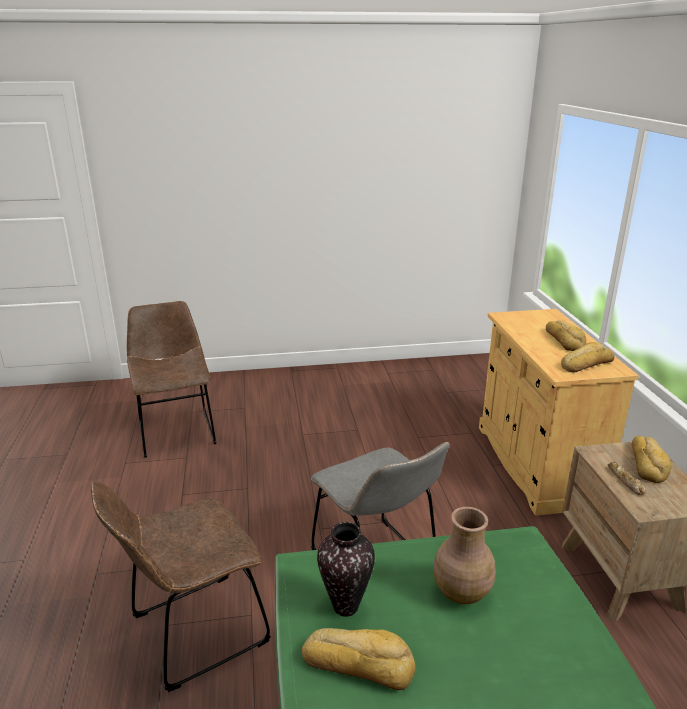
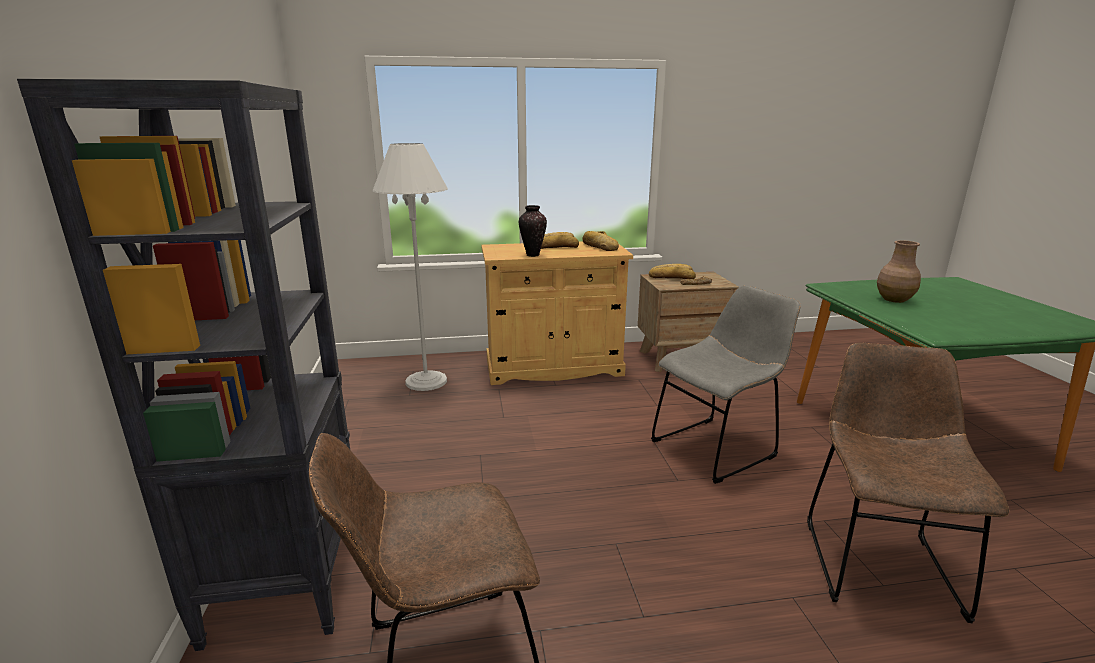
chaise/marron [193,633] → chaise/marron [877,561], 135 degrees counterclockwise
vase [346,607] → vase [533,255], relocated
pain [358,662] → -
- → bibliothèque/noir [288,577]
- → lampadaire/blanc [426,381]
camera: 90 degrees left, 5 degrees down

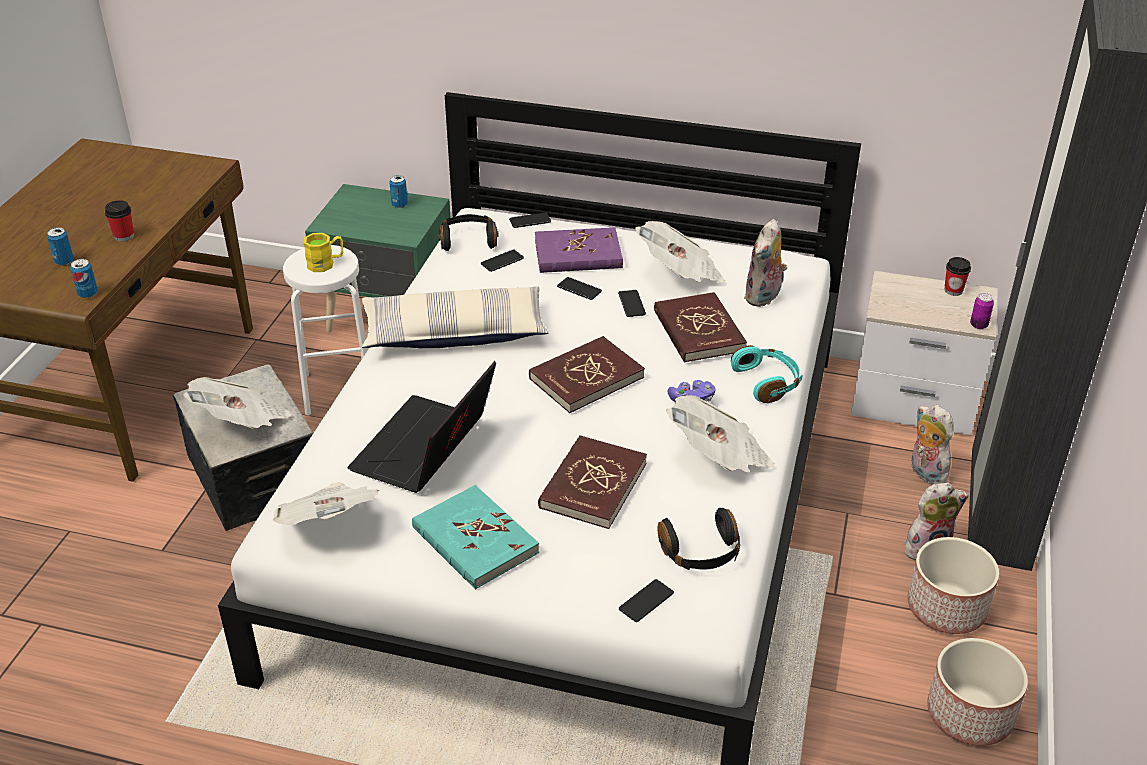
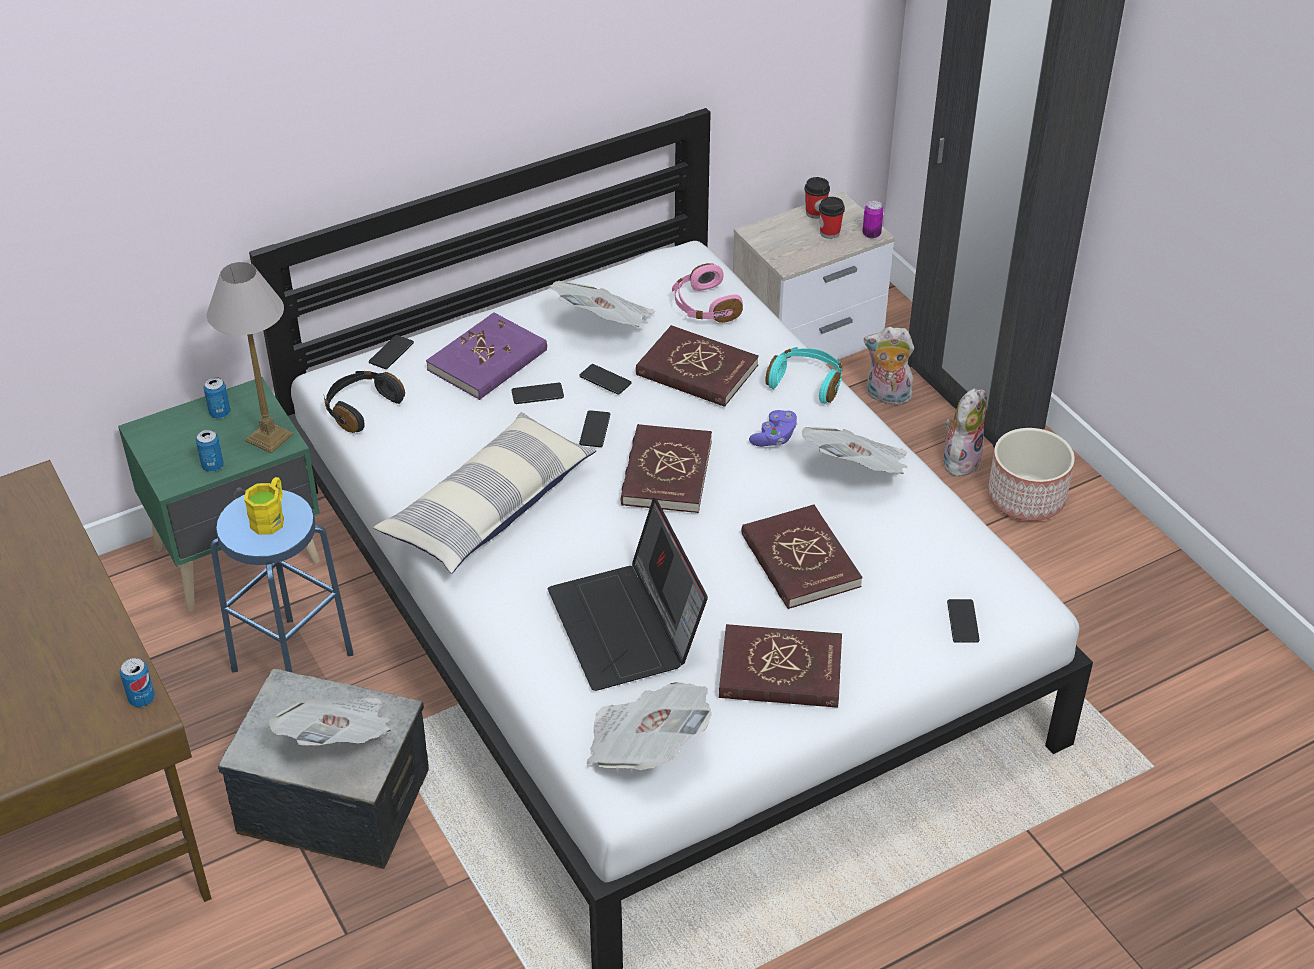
tasse [124,236] → tasse [829,232], relocated
peluche [764,297] → casque audio/rose [704,306]
boîte métallique [64,261] → boîte métallique [212,466], relocated
tabouret/blanc [338,390] → tabouret/bleu [293,662]
téléphone [502,261] → téléphone [595,429], relocated
livre/turquoise [474,541] → livre/rouge [780,671]
casque audio/noir [701,553] → -
cache-pot [970,715] → -
- → lampe de table [269,438]
camera: 45 degrees left, 5 degrees up

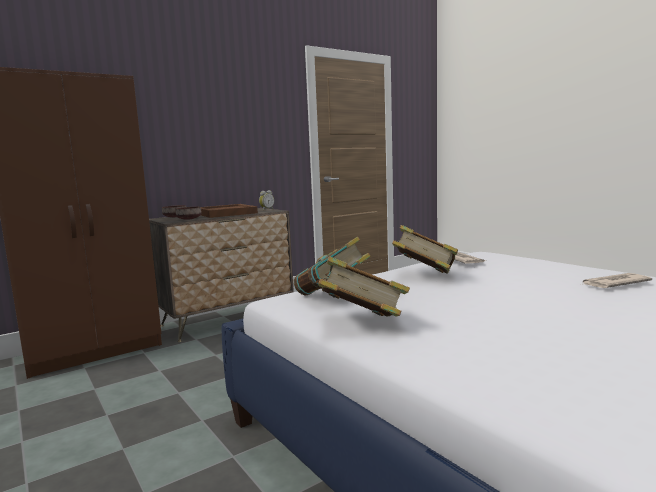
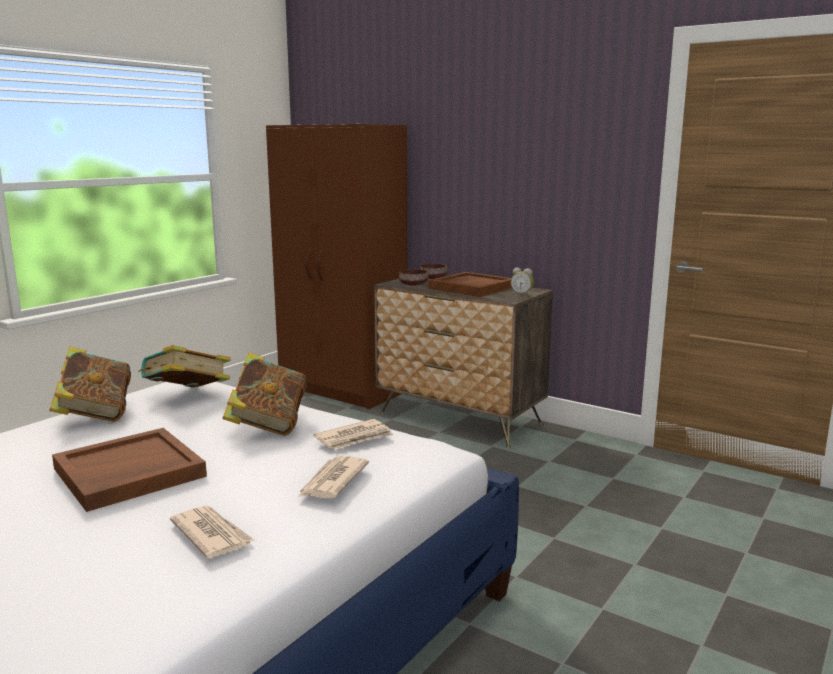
- → plateau/marron [128,473]
- → journal [332,481]
camera: 70 degrees right, 5 degrees up

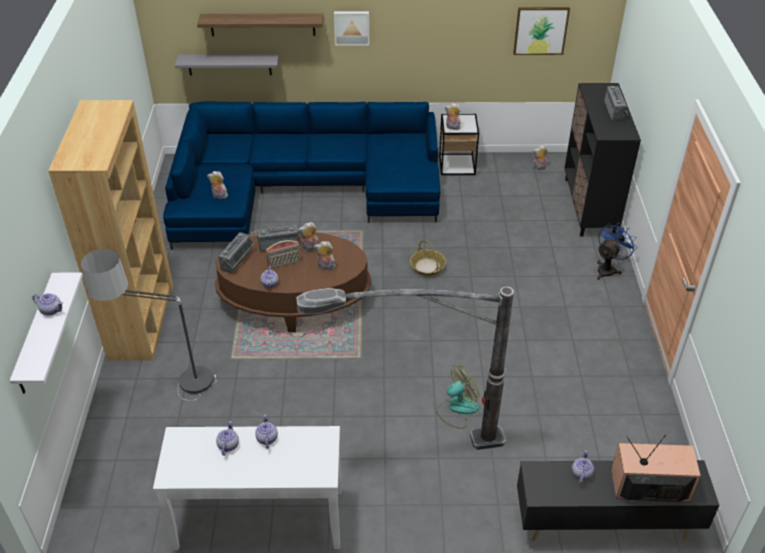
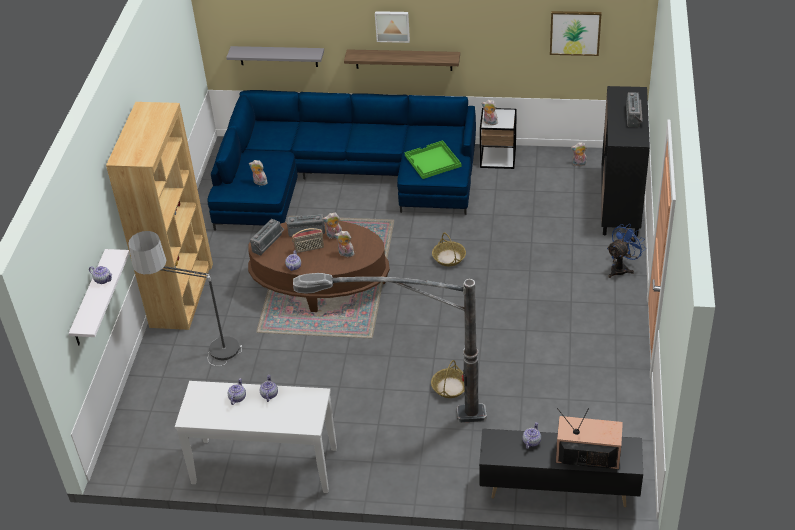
étagère [262,24] → étagère [403,60], relocated
ventilateur [457,409] → panier [450,387]
- → plateau/vert [432,161]
camera: 10 degrees right, 0 degrees up

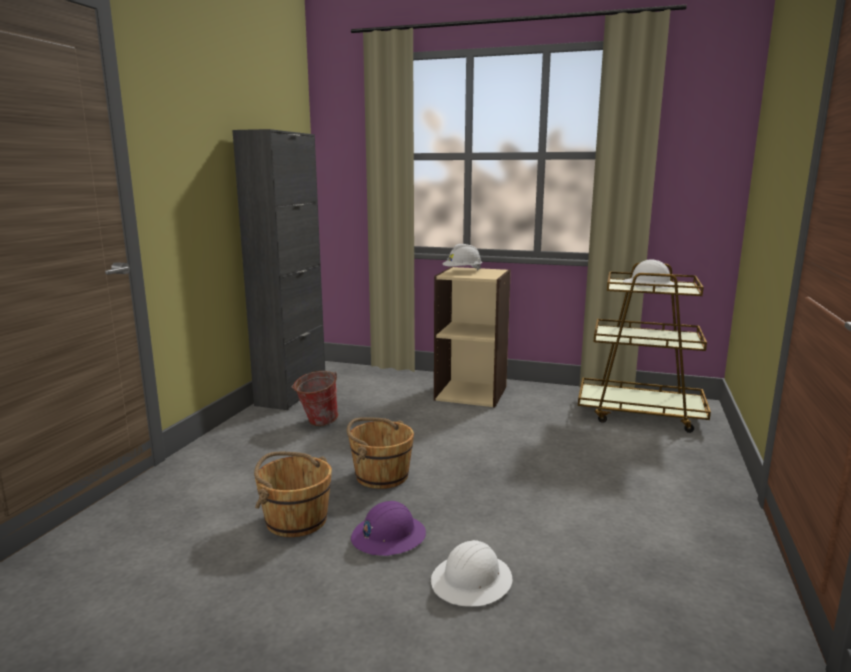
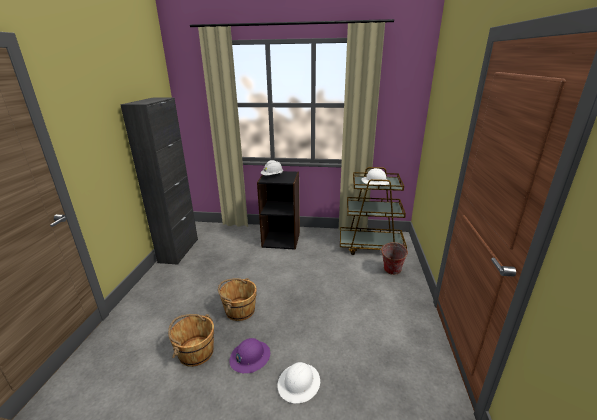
bibliothèque/beige [471,393] → bibliothèque/noir [281,239]
seau [317,423] → seau [390,272], relocated
camera: 10 degrees left, 10 degrees up

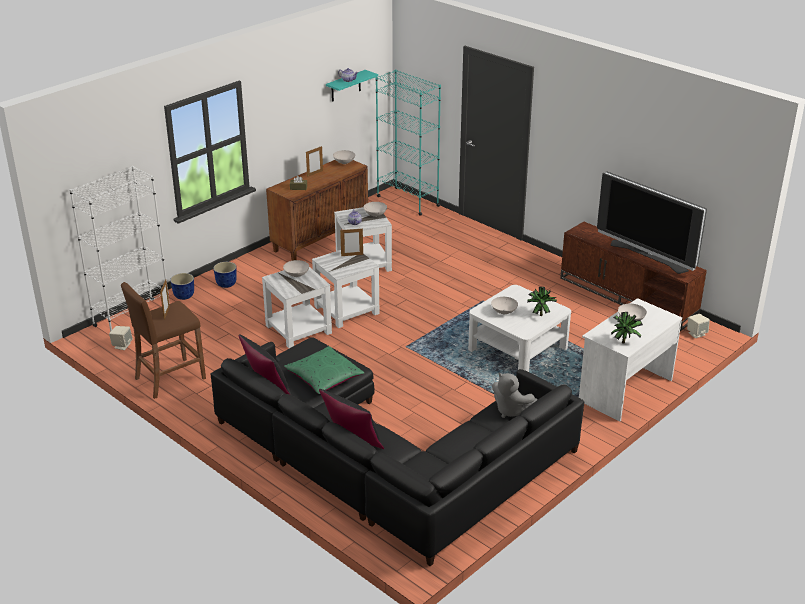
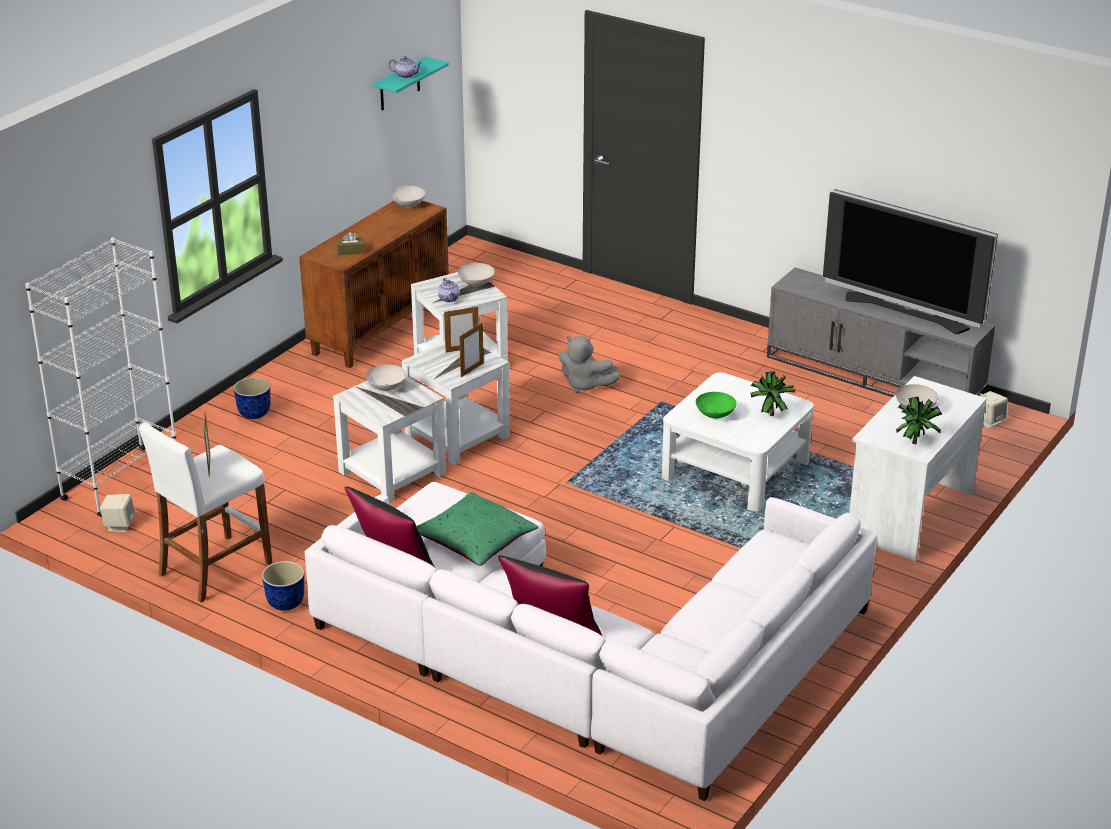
bibliothèque/turquoise [407,201] → -
cadre photo [315,173] → cadre photo [472,370], relocated
meuble télé/marron [628,297] → meuble télé/gris [875,376]
cache-pot [183,296] → cache-pot [285,603], relocated
tabouret/marron [170,378] → tabouret/blanc [214,568]
bol/blanc [504,312] → bol/vert [716,415]
canapé/noir [385,458] → canapé/blanc [588,652]
peluche/gris [511,411] → peluche/gris [585,385], relocated
camera: 10 degrees left, 0 degrees up

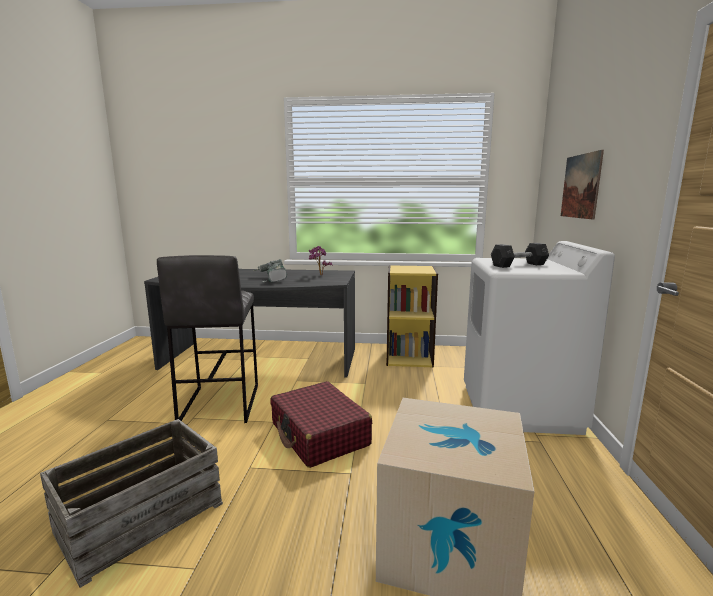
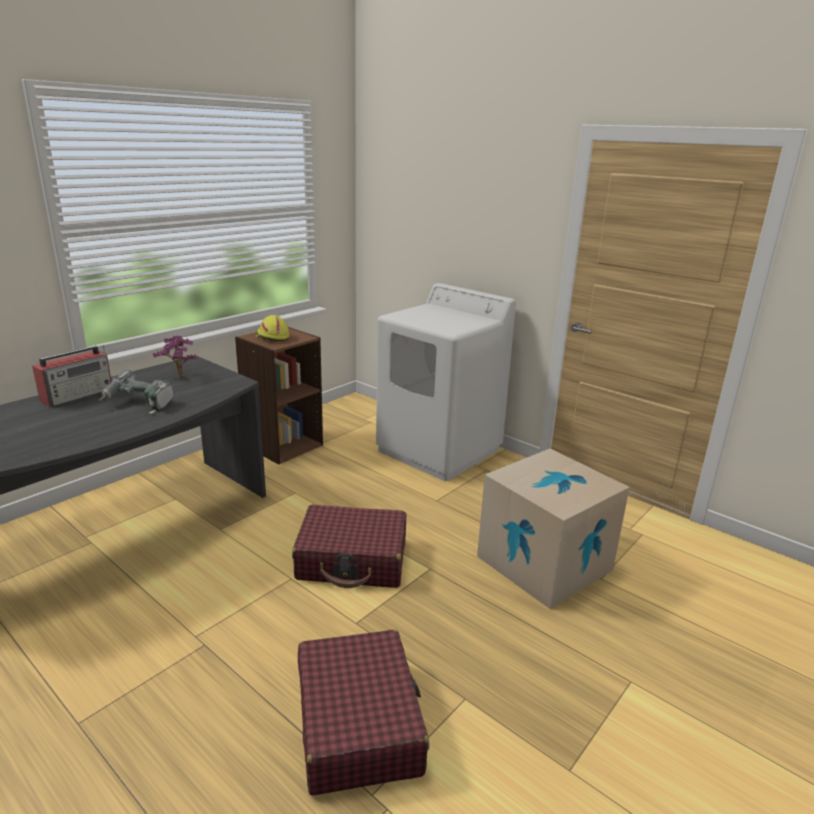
tableau [580,186] → -
haltère/gris [518,265] → -
tabouret/gris [219,404] → -
bibliothèque/jaune [409,357] → bibliothèque/marron [283,445]
caisse [140,516] → valise/rouge [358,722]
- → casque de chantier/jaune [272,337]
- → radio [78,395]
camera: 55 degrees left, 10 degrees up

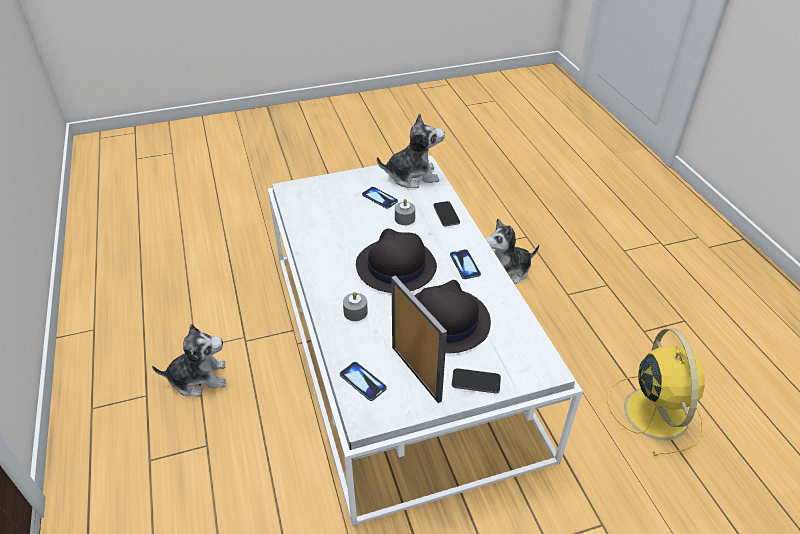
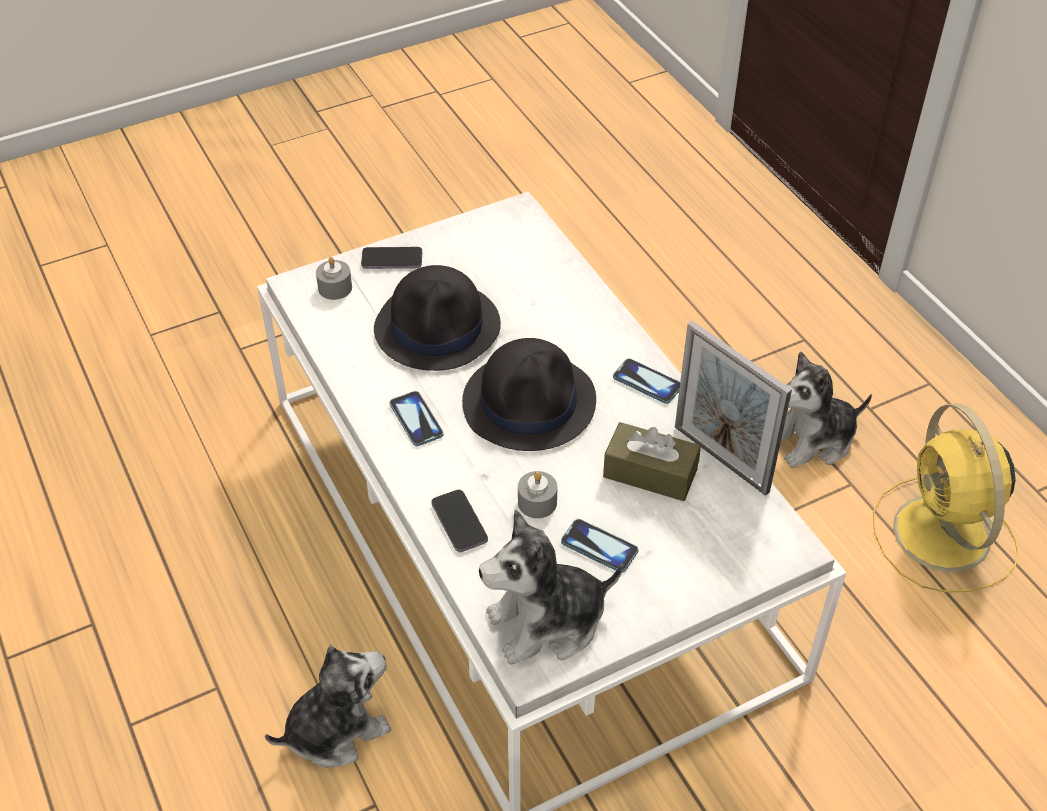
cadre photo [416,373] → cadre photo [721,459], relocated
bougie/gris [355,312] → bougie/gris [335,288], relocated
ventilateur/jaune [654,411] → ventilateur/jaune [943,537], relocated
téléphone [362,382] → téléphone [647,382], relocated
- → boîte à mouchoirs/marron [650,473]
camera: 170 degrees right, 5 degrees up

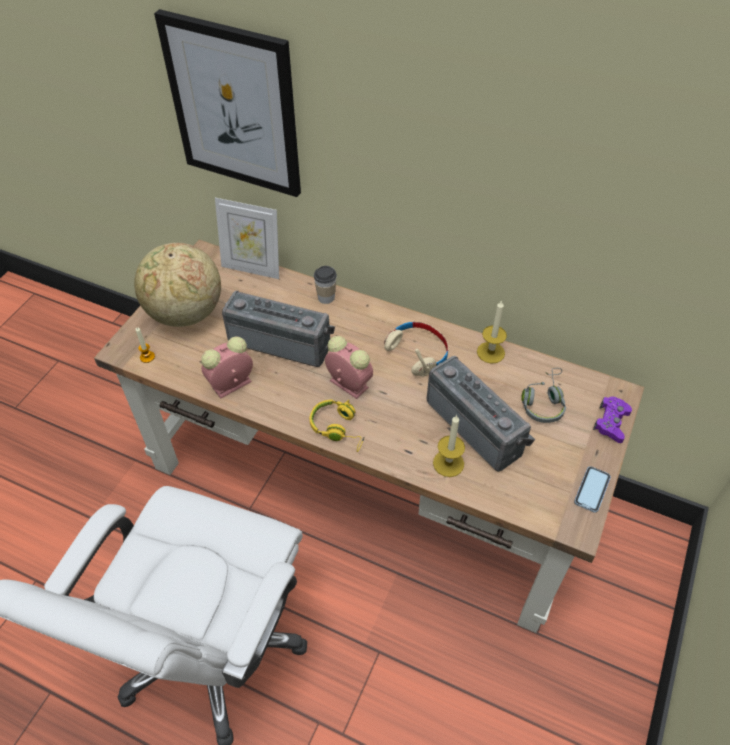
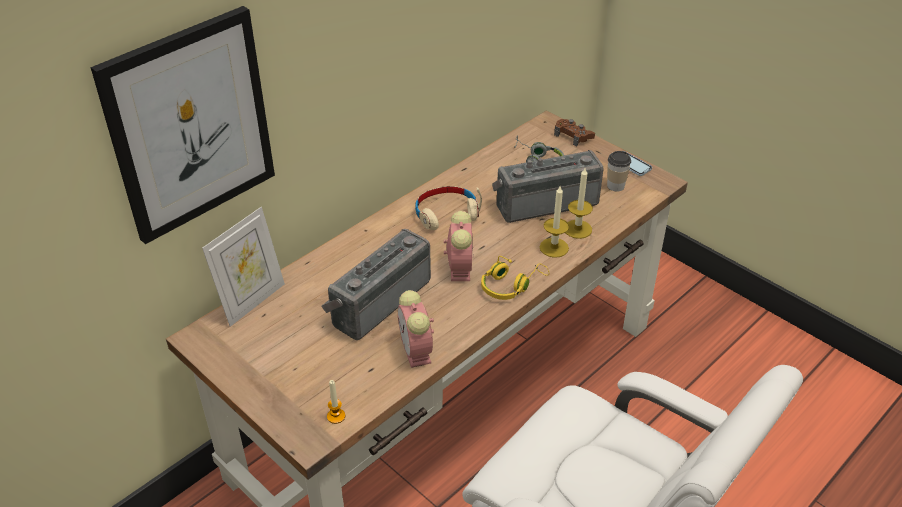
globe [185,313] → -
tasse [326,297] → tasse [615,186], relocated
bougie [490,352] → bougie [554,247], relocated
réveil [347,383] → réveil [459,267], 120 degrees clockwise
manette/violet [611,422] → manette/marron [573,136]
camera: 70 degrees left, 10 degrees down

